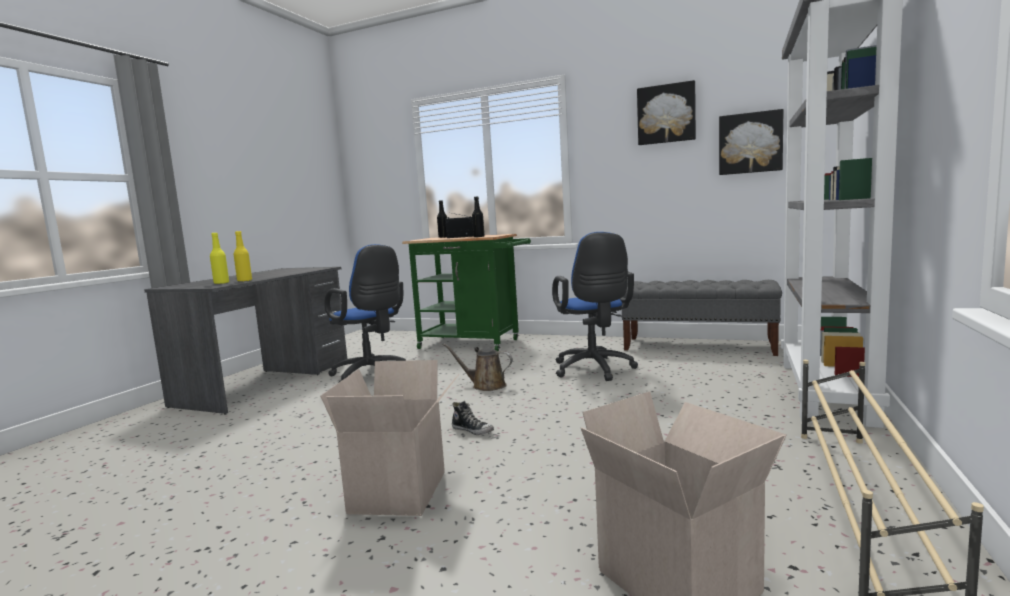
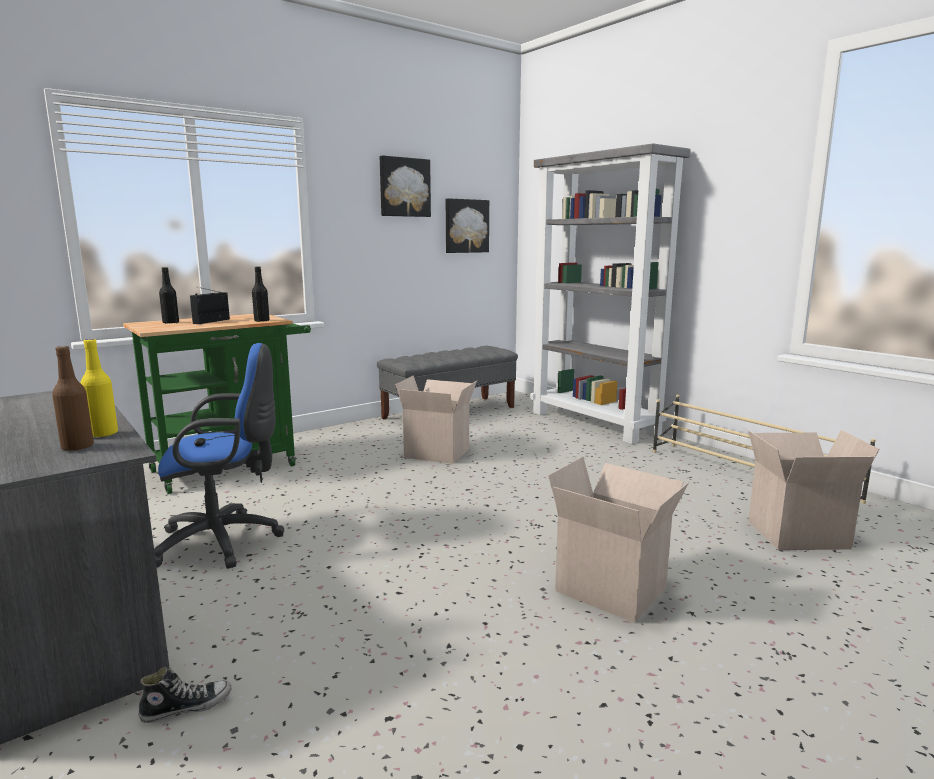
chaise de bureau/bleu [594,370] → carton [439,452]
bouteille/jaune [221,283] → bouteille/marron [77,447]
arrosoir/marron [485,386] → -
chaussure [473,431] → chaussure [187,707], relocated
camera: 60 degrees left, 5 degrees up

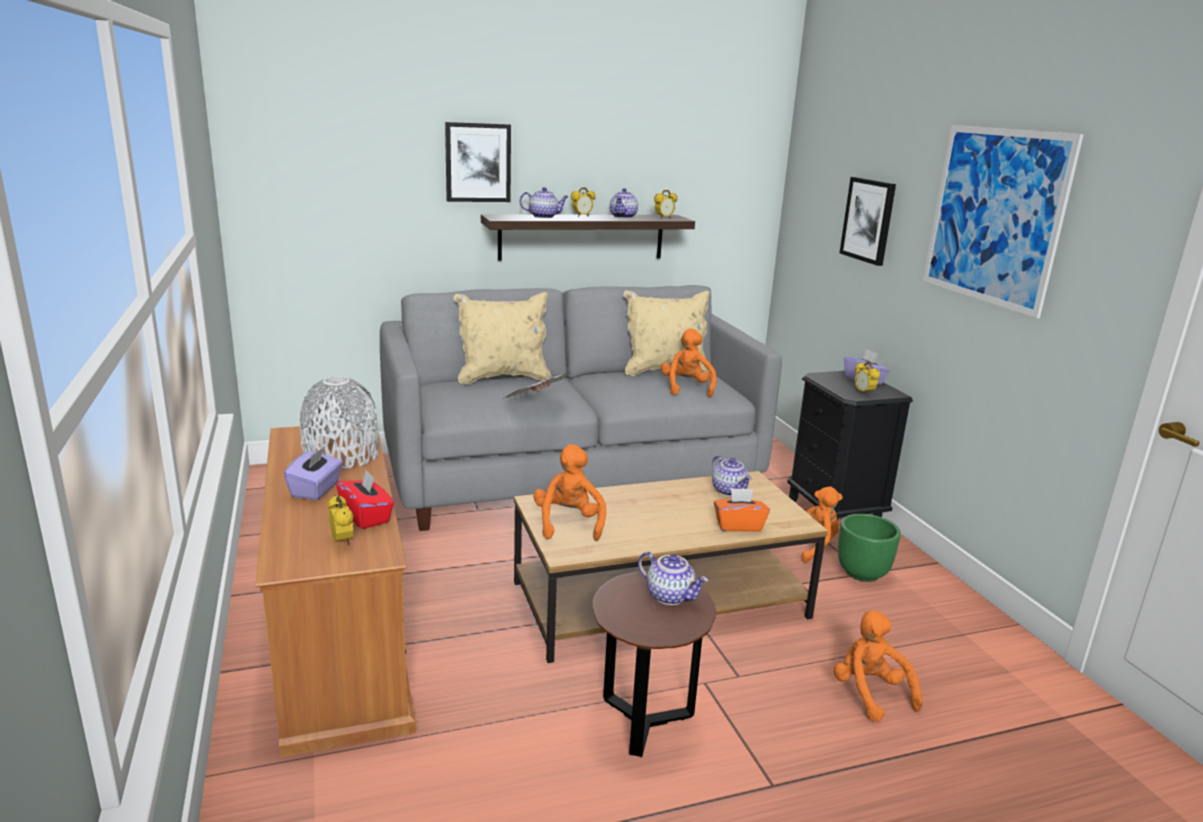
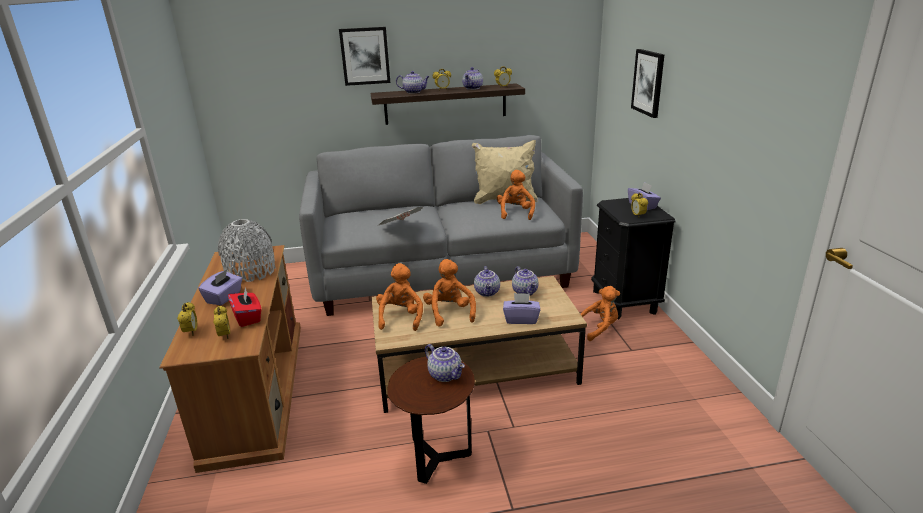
tableau [994,216] → -
coussin/beige [503,378] → -
boîte à mouchoirs/orange [738,525] → boîte à mouchoirs/violet [521,319]
cache-pot/vert [863,573] → -
peluche/orange [869,693] → peluche/orange [449,313], relocated
- → théière [488,292]
- → réveil [191,332]
camera: 10 degrees right, 5 degrees up

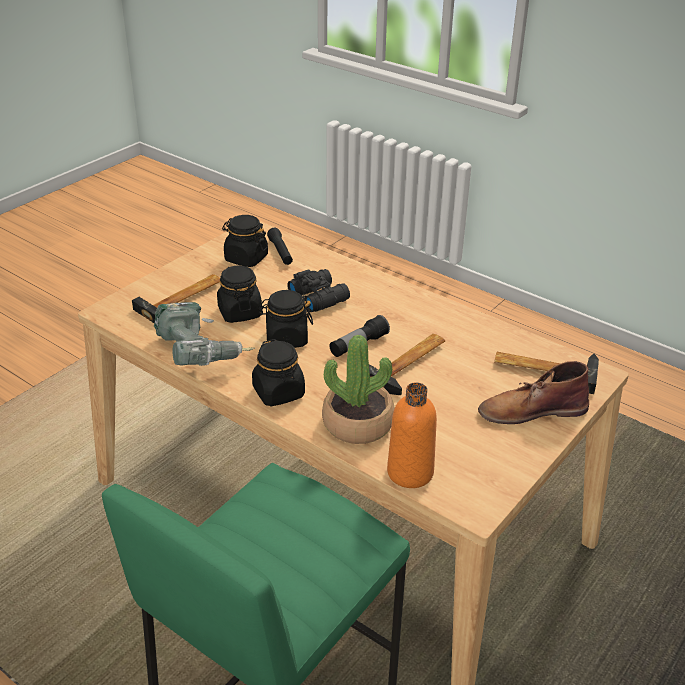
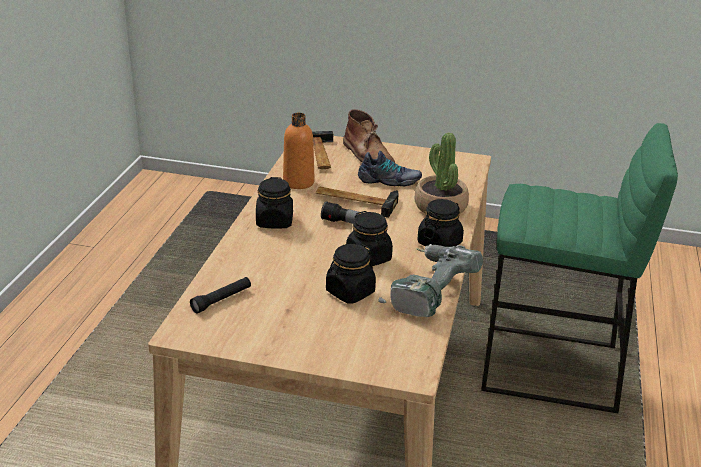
bocal/noir [246,258] → bocal/noir [274,221], relocated
jumelles/noir [319,297] → -
marteau [184,300] → -
bouteille/orange [410,472] → bouteille/orange [298,182], relocated
- → chaussure [389,181]
camera: 115 degrees left, 5 degrees down

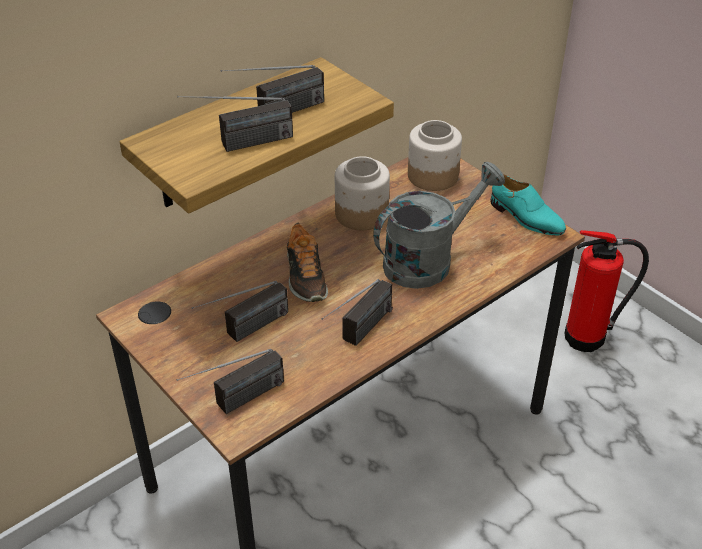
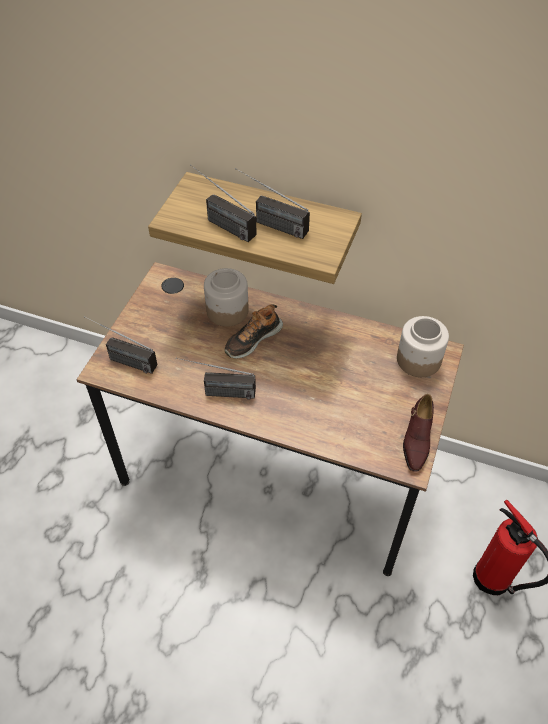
bocal [361,214] → bocal [227,310], relocated
arrosoir/gris [428,260] → -
chaussure/turquoise [526,218] → chaussure/marron [416,439]
radio [245,332] → -
camera: 60 degrees right, 10 degrees up

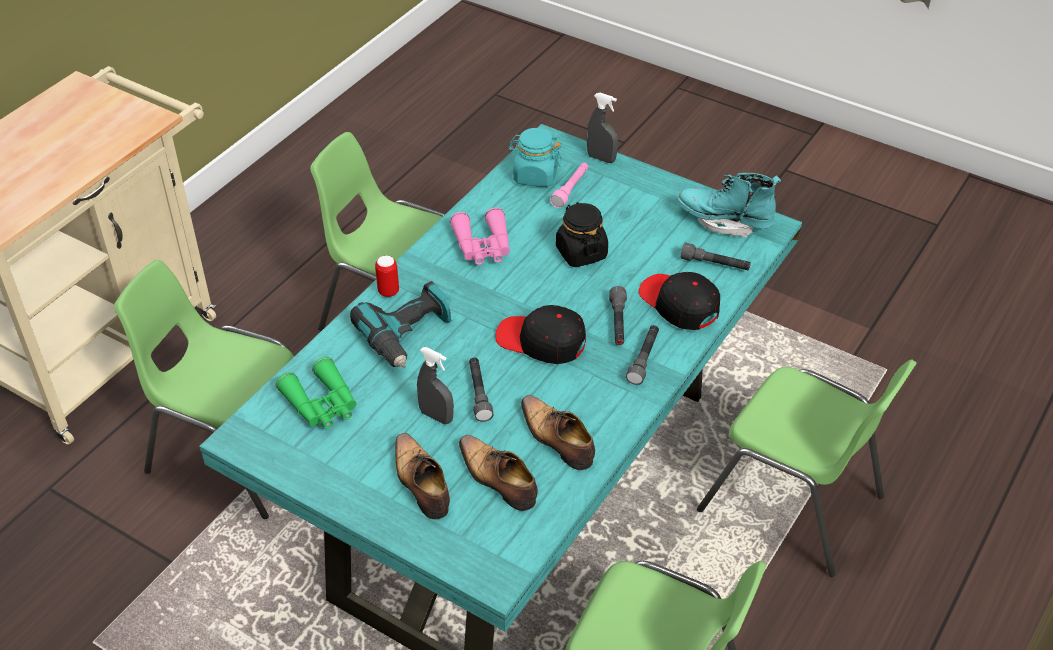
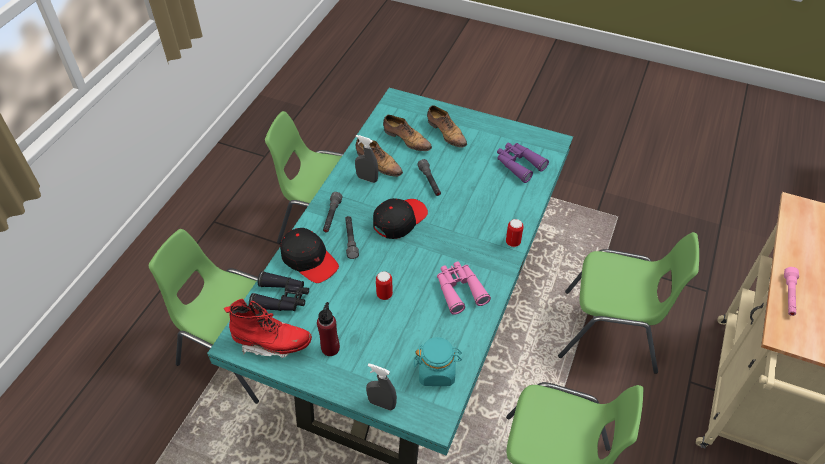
lampe de poche/rose [571,189] → lampe de poche/rose [789,295], relocated
botte/turquoise [724,221] → botte/rouge [272,343]
bocal/noir [581,253] → boîte métallique [384,294]
lampe de poche/gris [715,264] → jumelles/noir [282,298]
perceuse [409,335] → -
casquette/noir [541,341] → casquette/noir [399,220], 60 degrees counterclockwise
vaporisateur/gris [436,416] → vaporisateur/gris [367,179], relocated
jumelles/vert [322,404] → jumelles/violet [518,164]
- → bouteille/rouge [330,348]
camera: 170 degrees right, 5 degrees up

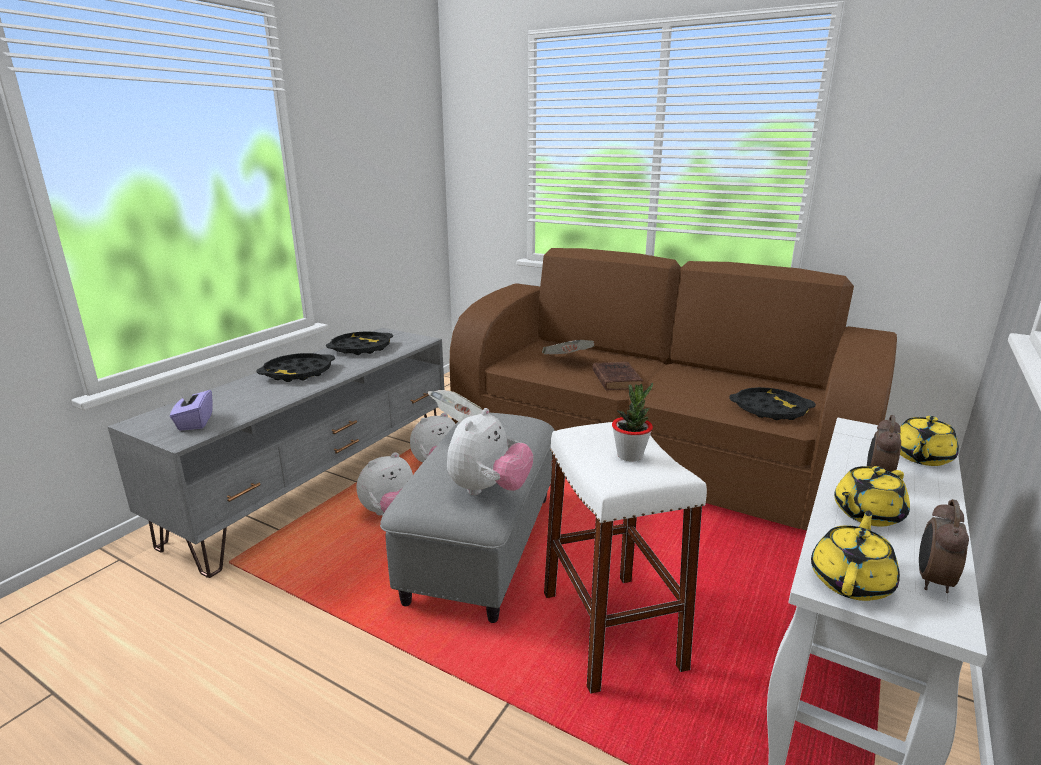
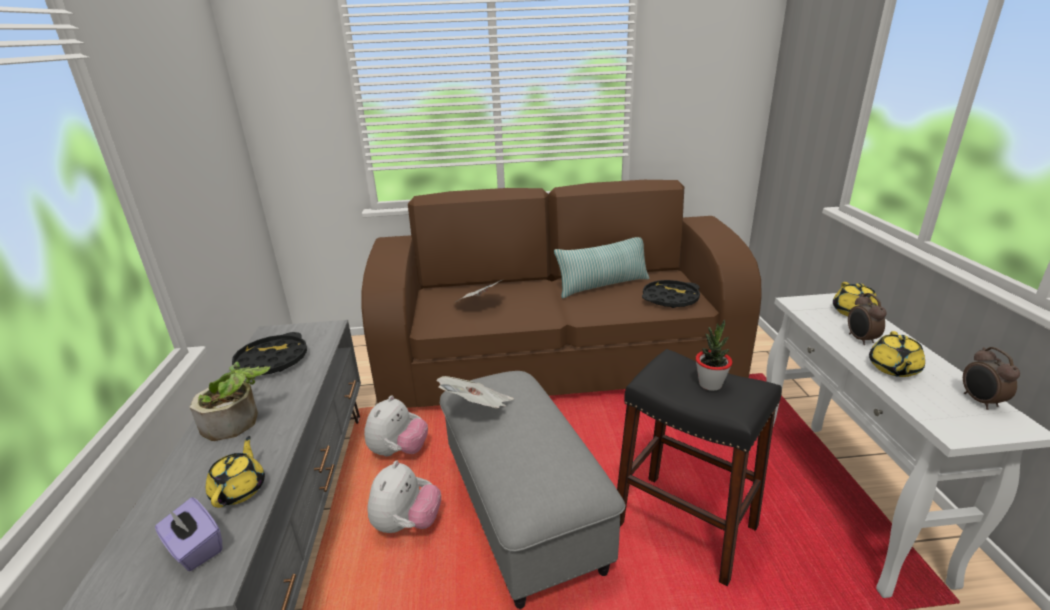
plateau/noir [298,373] → plante en pot [238,421]
livre/marron [616,379] → -
peluche [489,490] → -
tabouret/blanc [611,630] → tabouret/noir [685,526]
théière/jaune [851,581] → théière/jaune [240,489], relocated
- → coussin [603,285]
camera: 35 degrees left, 5 degrees up

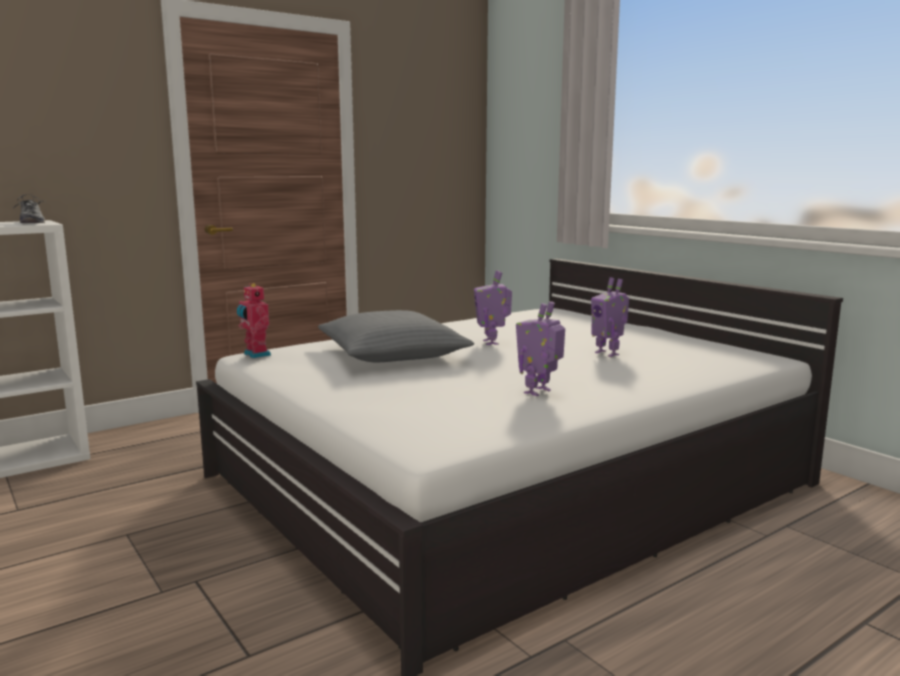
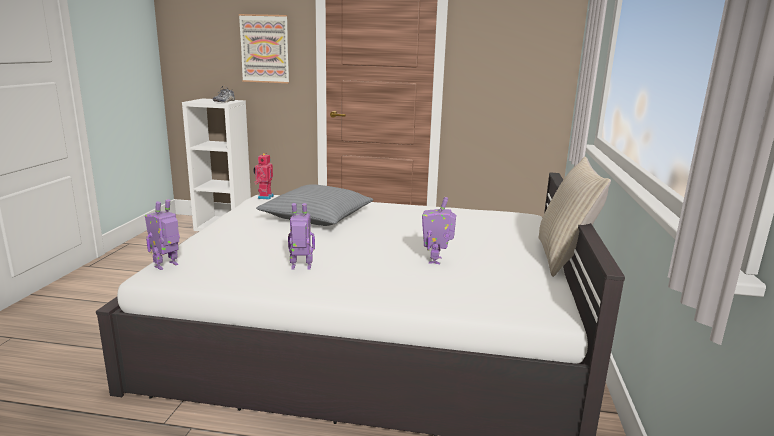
robot jouet [492,342] → robot jouet [167,266], relocated
- → tableau [265,49]
- → coussin/beige [563,257]
camera: 45 degrees right, 5 degrees up

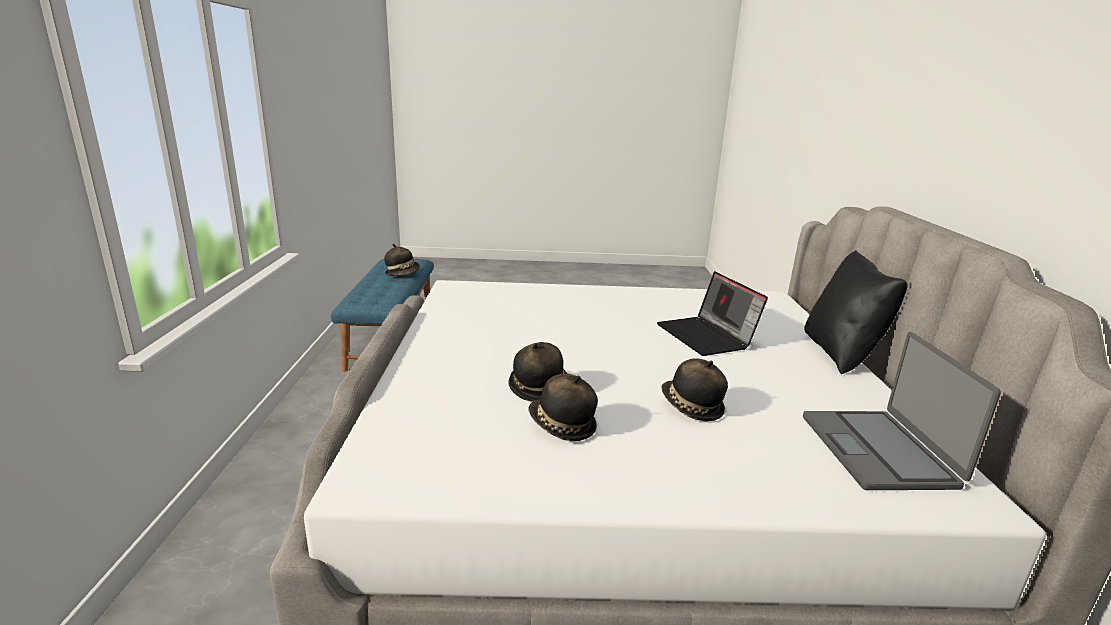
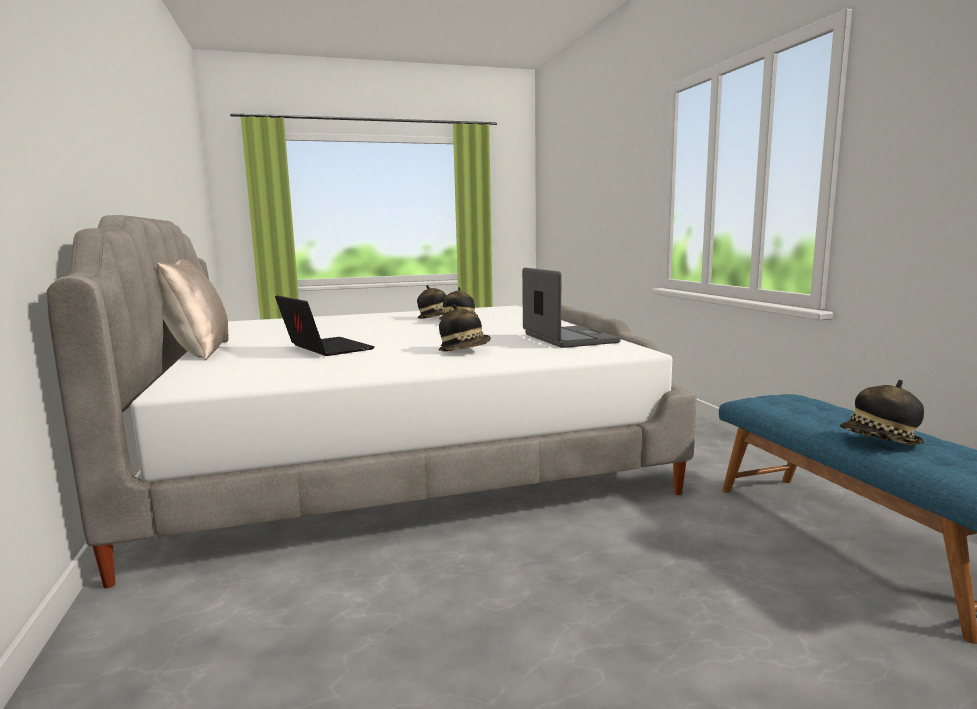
coussin/noir [841,353] → coussin/beige [197,352]
ordinateur portable [878,450] → ordinateur portable [568,339], relocated
chapeau [691,407] → chapeau [465,350], relocated
camera: 165 degrees right, 10 degrees down

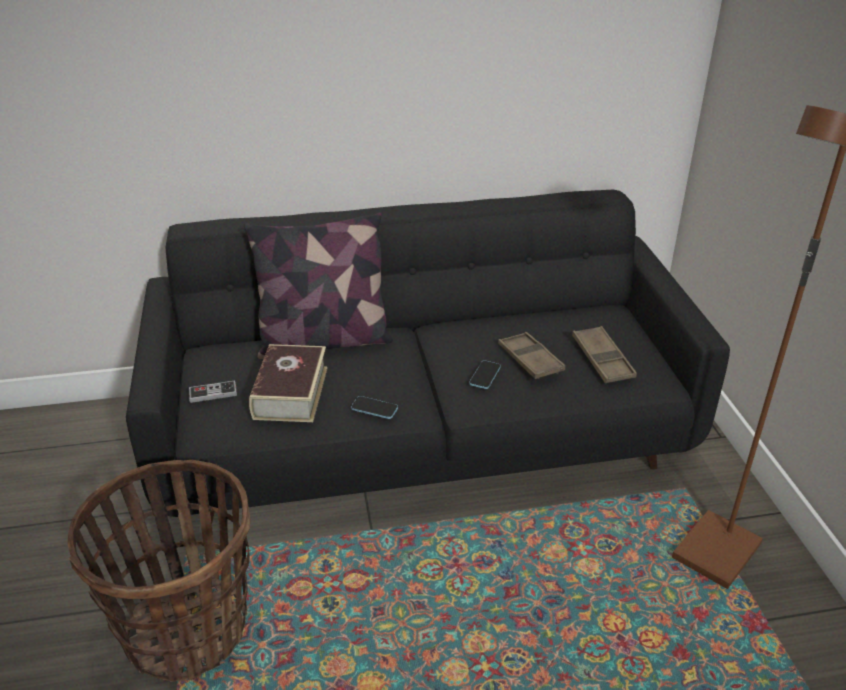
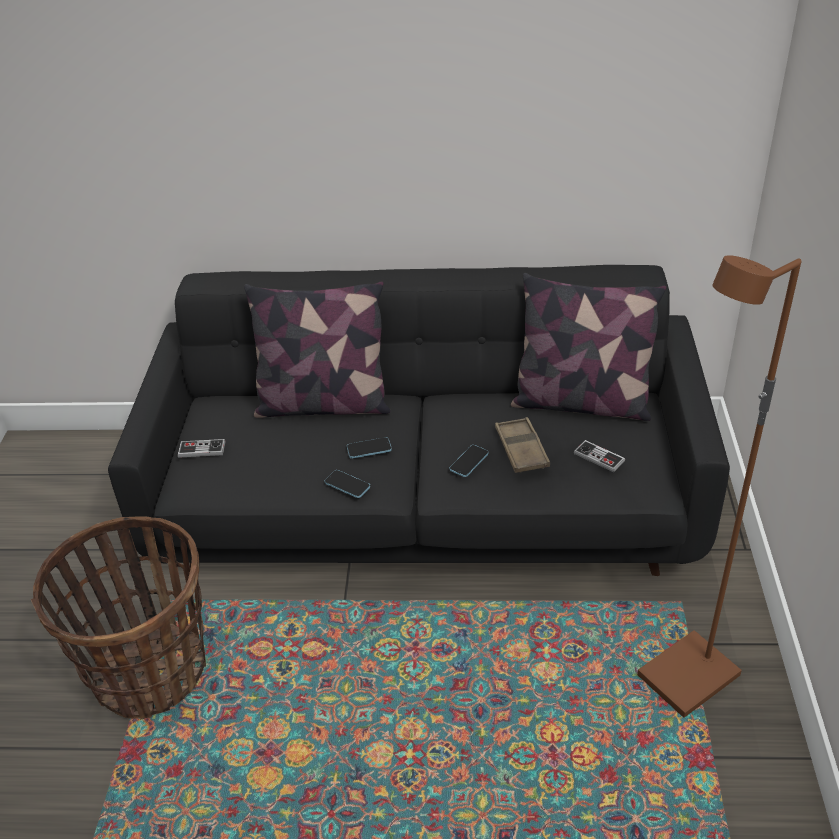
plateau/marron [602,359] → manette [599,457]
livre [290,392] → -
- → coussin [581,402]
- → téléphone [369,449]
camera: 15 degrees right, 5 degrees up

